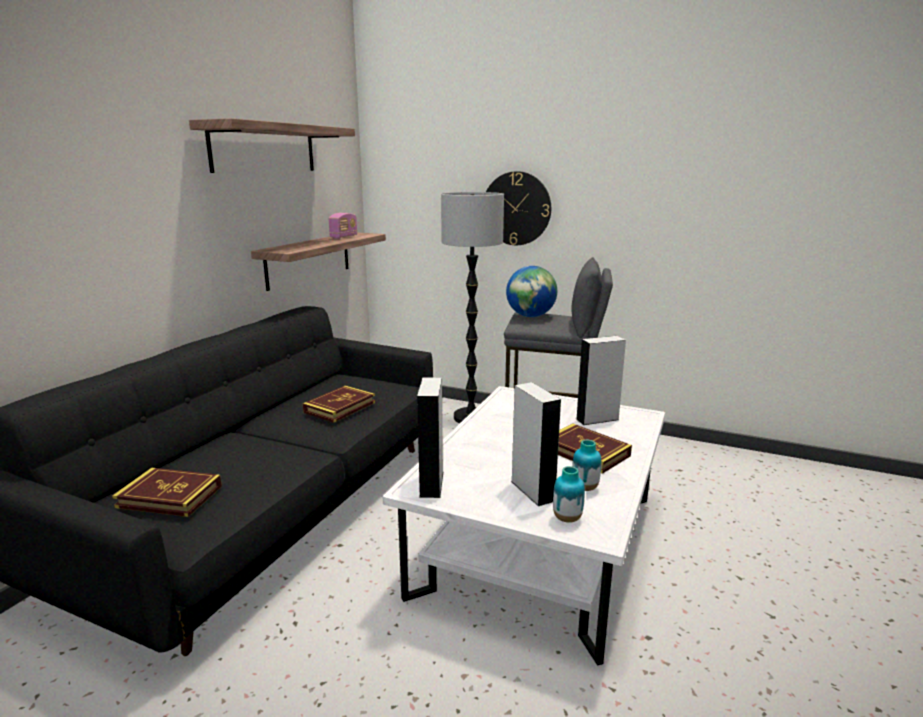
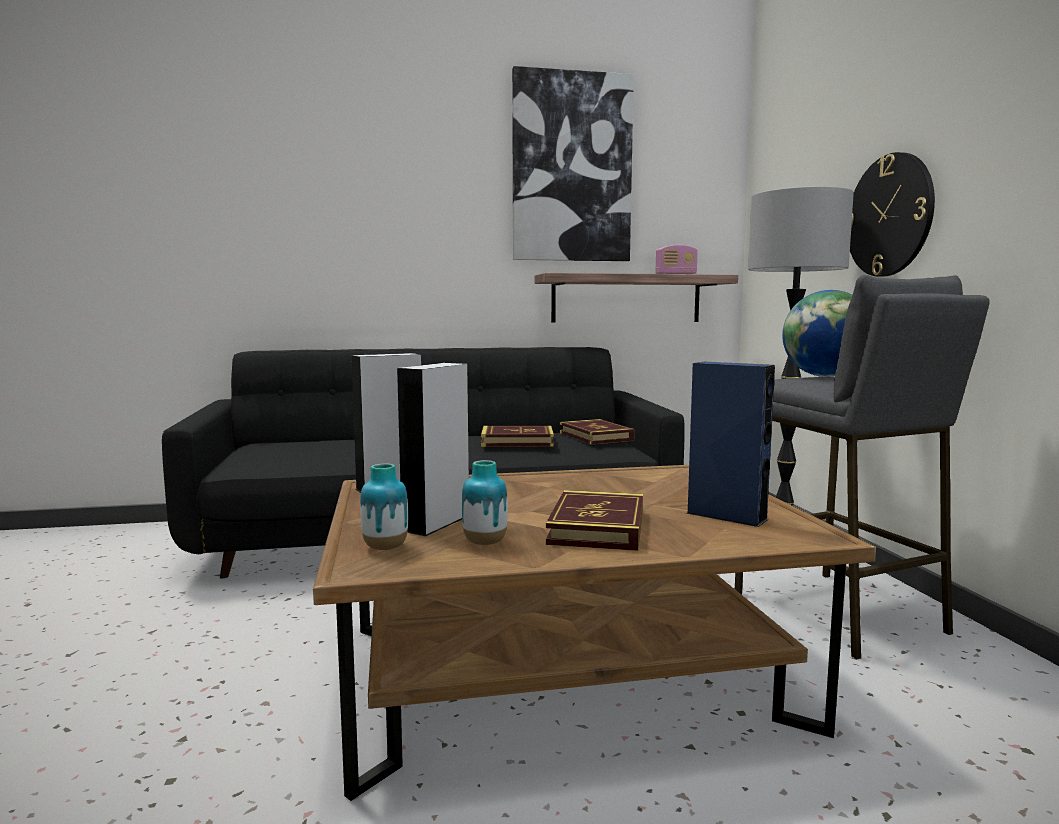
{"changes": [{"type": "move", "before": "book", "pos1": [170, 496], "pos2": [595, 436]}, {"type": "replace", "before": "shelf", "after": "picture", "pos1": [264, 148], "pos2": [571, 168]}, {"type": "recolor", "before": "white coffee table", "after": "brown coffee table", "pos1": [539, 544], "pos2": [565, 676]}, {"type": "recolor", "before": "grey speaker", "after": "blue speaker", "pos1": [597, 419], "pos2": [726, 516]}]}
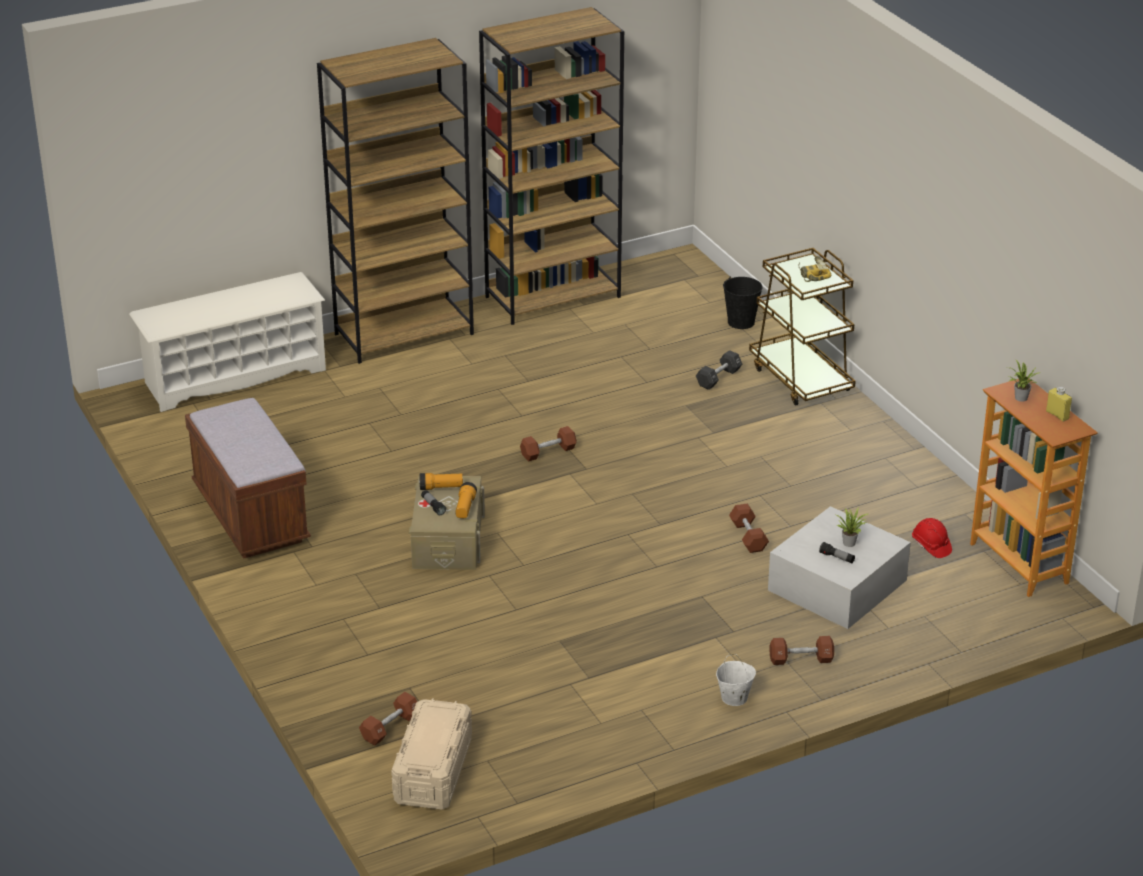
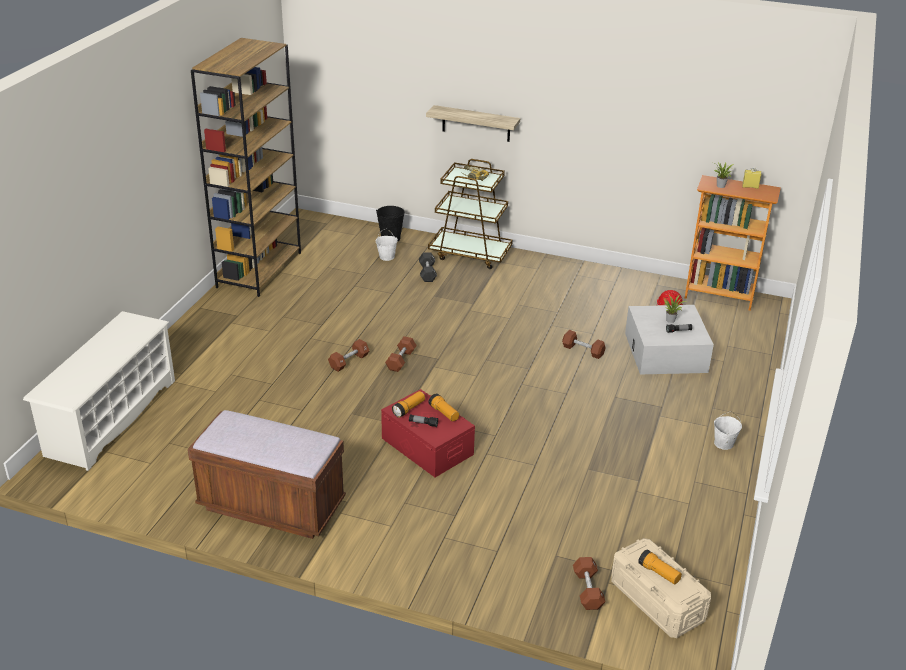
{"changes": [{"type": "delete", "before": "brown bookcase", "pos1": [404, 334]}, {"type": "insert", "after": "white bucket", "pos2": [387, 257]}, {"type": "insert", "after": "shelf", "pos2": [476, 123]}, {"type": "insert", "after": "flashlight", "pos2": [659, 573]}, {"type": "move", "before": "brown dumbbell", "pos1": [801, 659], "pos2": [349, 361]}, {"type": "recolor", "before": "beige storage box", "after": "red storage box", "pos1": [447, 540], "pos2": [427, 446]}]}
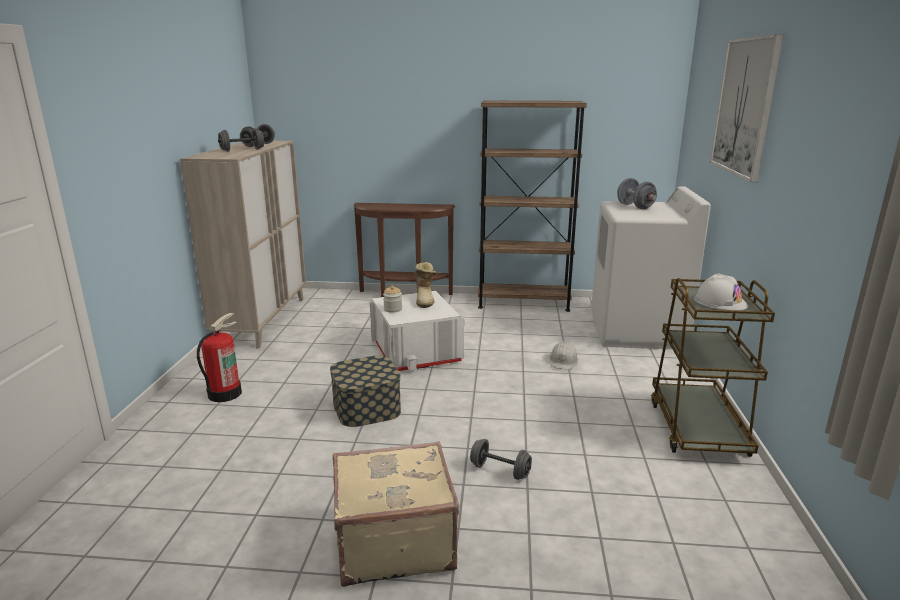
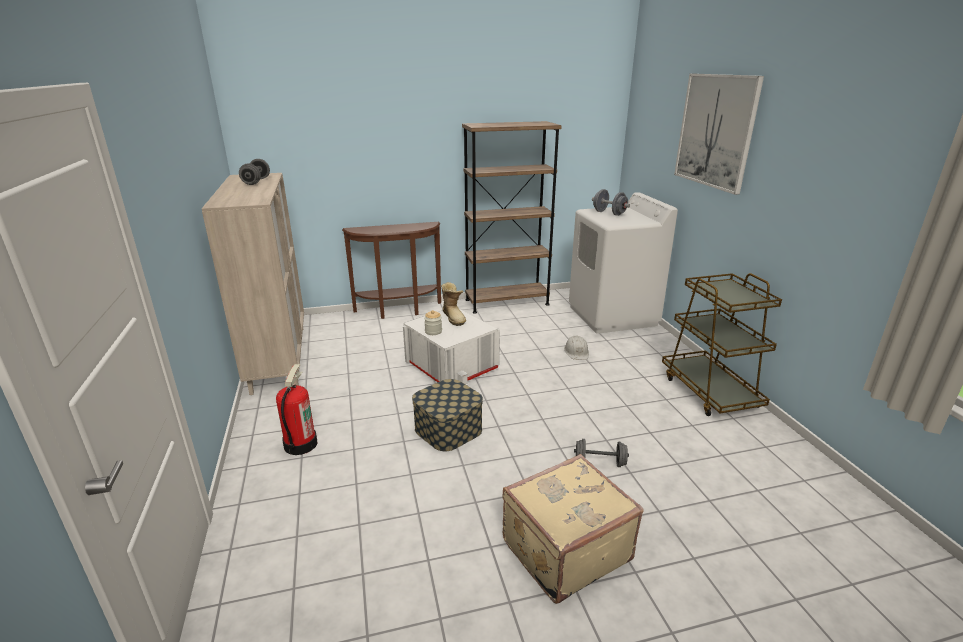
{"changes": [{"type": "delete", "before": "grey dumbbell", "pos1": [242, 150]}, {"type": "delete", "before": "white hard hat", "pos1": [720, 302]}]}
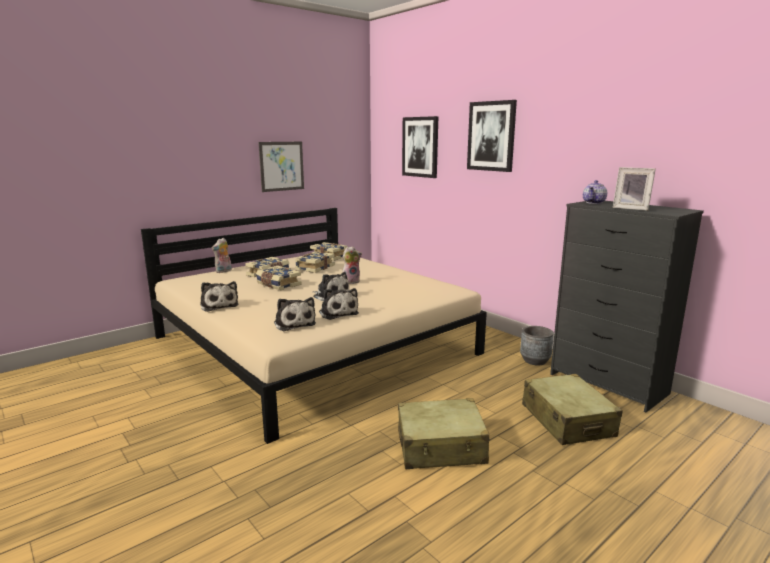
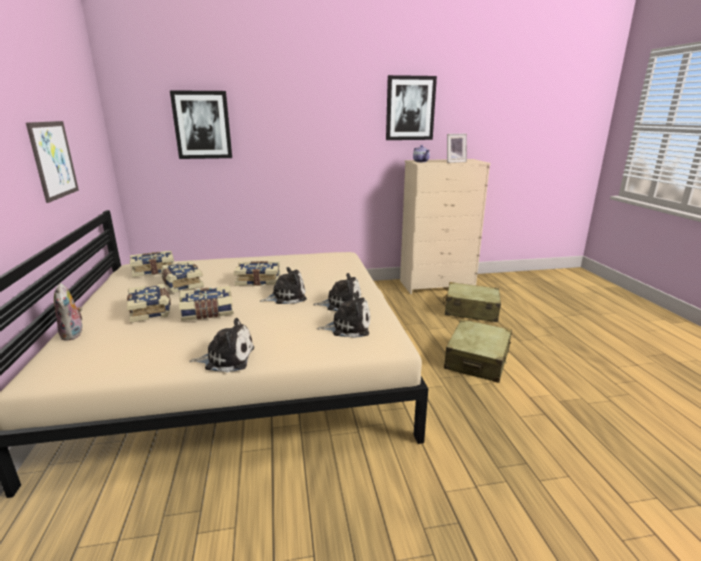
{"changes": [{"type": "delete", "before": "grey planter", "pos1": [535, 360]}, {"type": "move", "before": "picture", "pos1": [491, 136], "pos2": [410, 108]}, {"type": "replace", "before": "plush toy", "after": "book", "pos1": [351, 281], "pos2": [258, 280]}, {"type": "recolor", "before": "black dresser", "after": "beige dresser", "pos1": [609, 384], "pos2": [437, 285]}]}
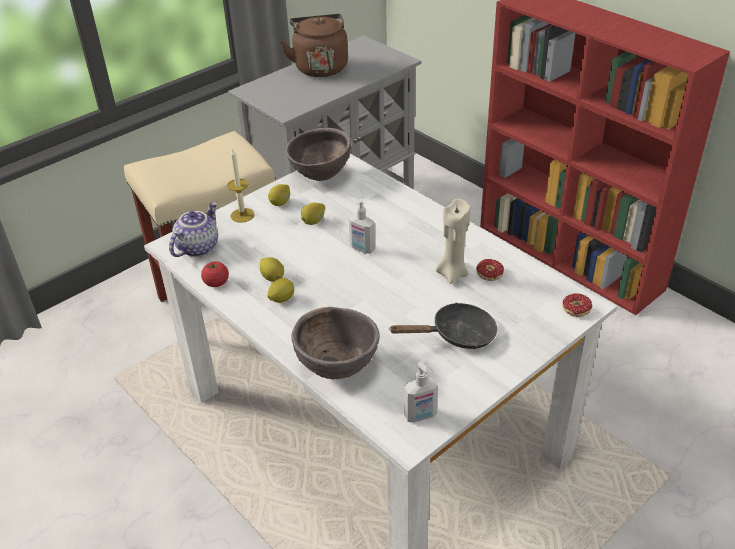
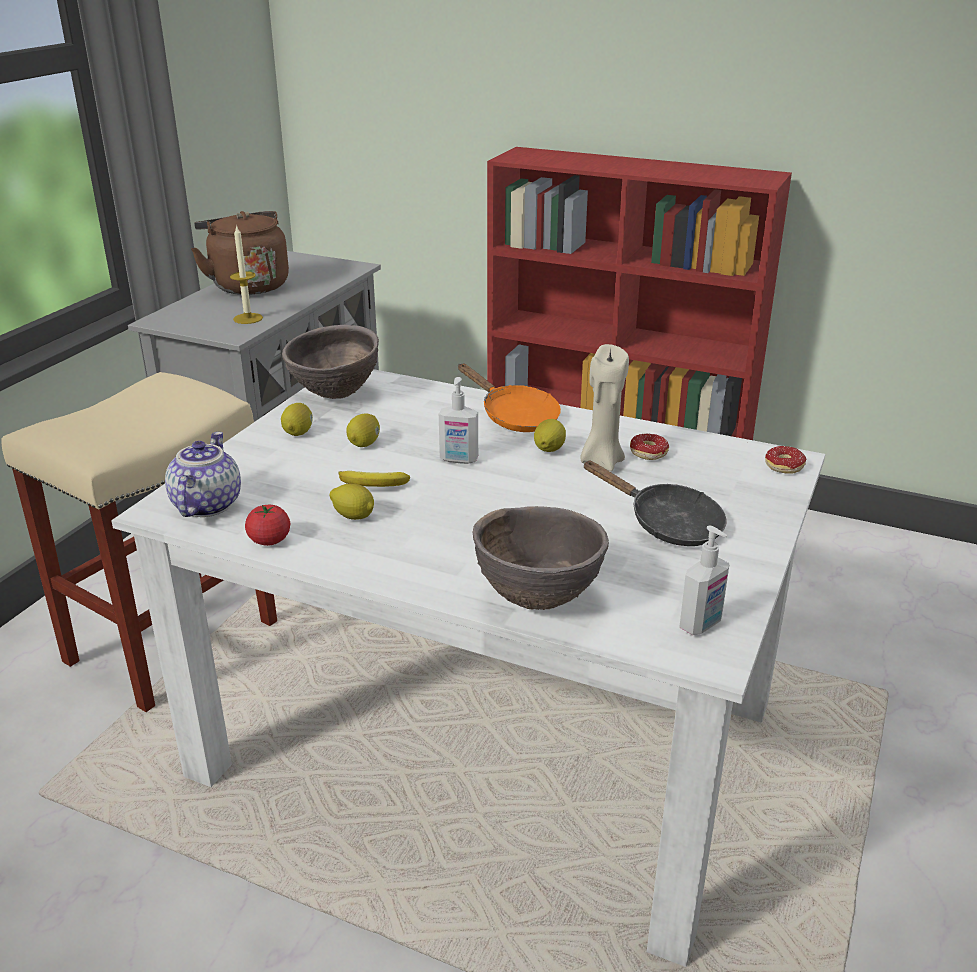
{"changes": [{"type": "insert", "after": "banana", "pos2": [372, 486]}, {"type": "insert", "after": "orange frying pan", "pos2": [514, 416]}, {"type": "move", "before": "candle", "pos1": [242, 215], "pos2": [248, 318]}, {"type": "move", "before": "lemon", "pos1": [281, 299], "pos2": [548, 450]}, {"type": "rotate", "before": "black frying pan", "pos1": [457, 335], "pos2": [666, 524], "turn": 75}]}
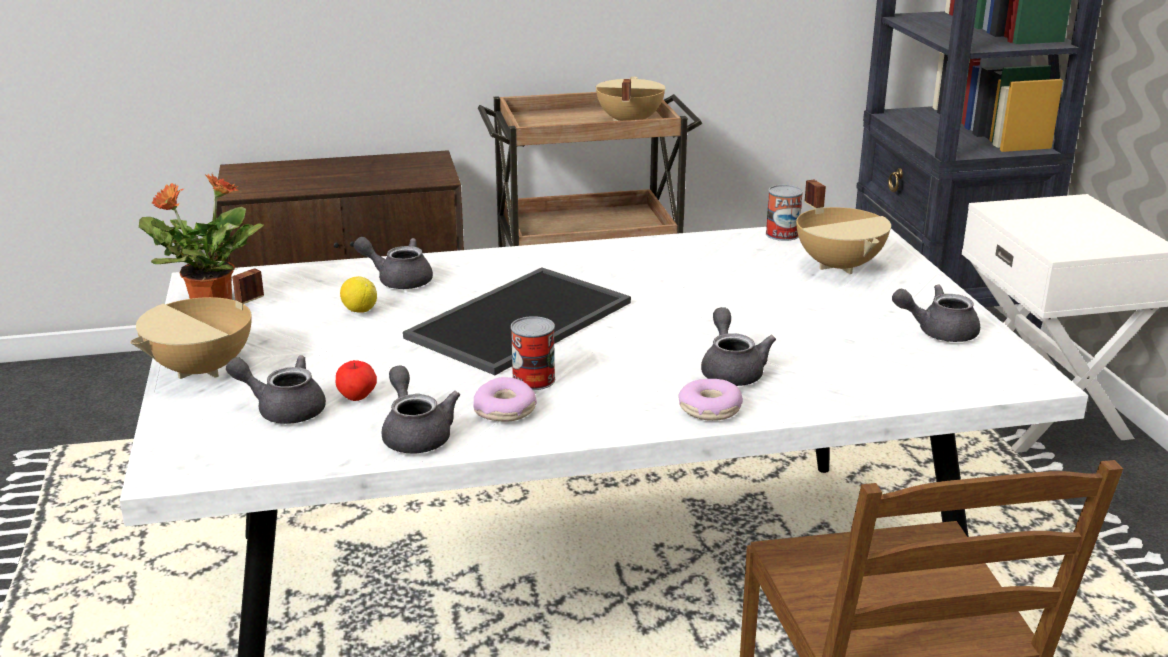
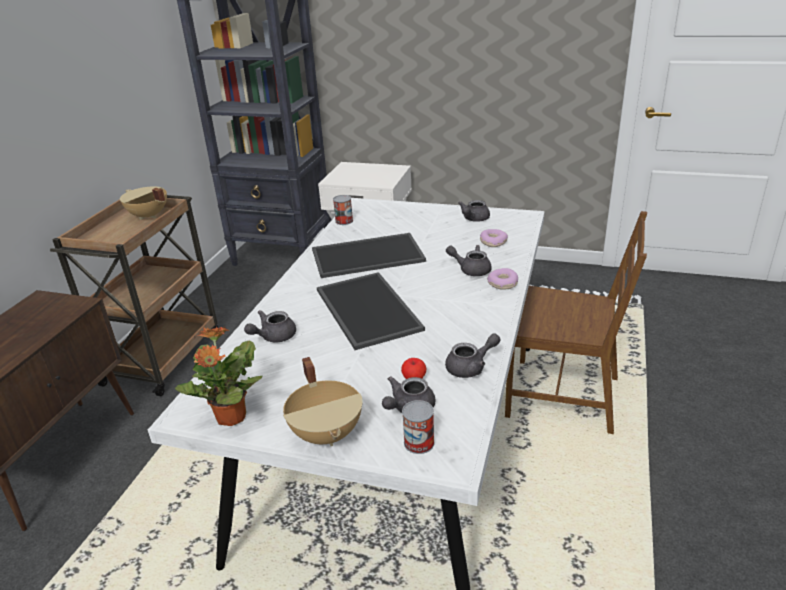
{"changes": [{"type": "delete", "before": "lemon", "pos1": [359, 310]}, {"type": "delete", "before": "beige cooking pot", "pos1": [840, 265]}, {"type": "insert", "after": "tray", "pos2": [368, 255]}, {"type": "move", "before": "donut", "pos1": [505, 410], "pos2": [493, 242]}, {"type": "move", "before": "can", "pos1": [533, 379], "pos2": [419, 443]}, {"type": "rotate", "before": "grey teapot", "pos1": [416, 434], "pos2": [471, 367], "turn": 150}]}
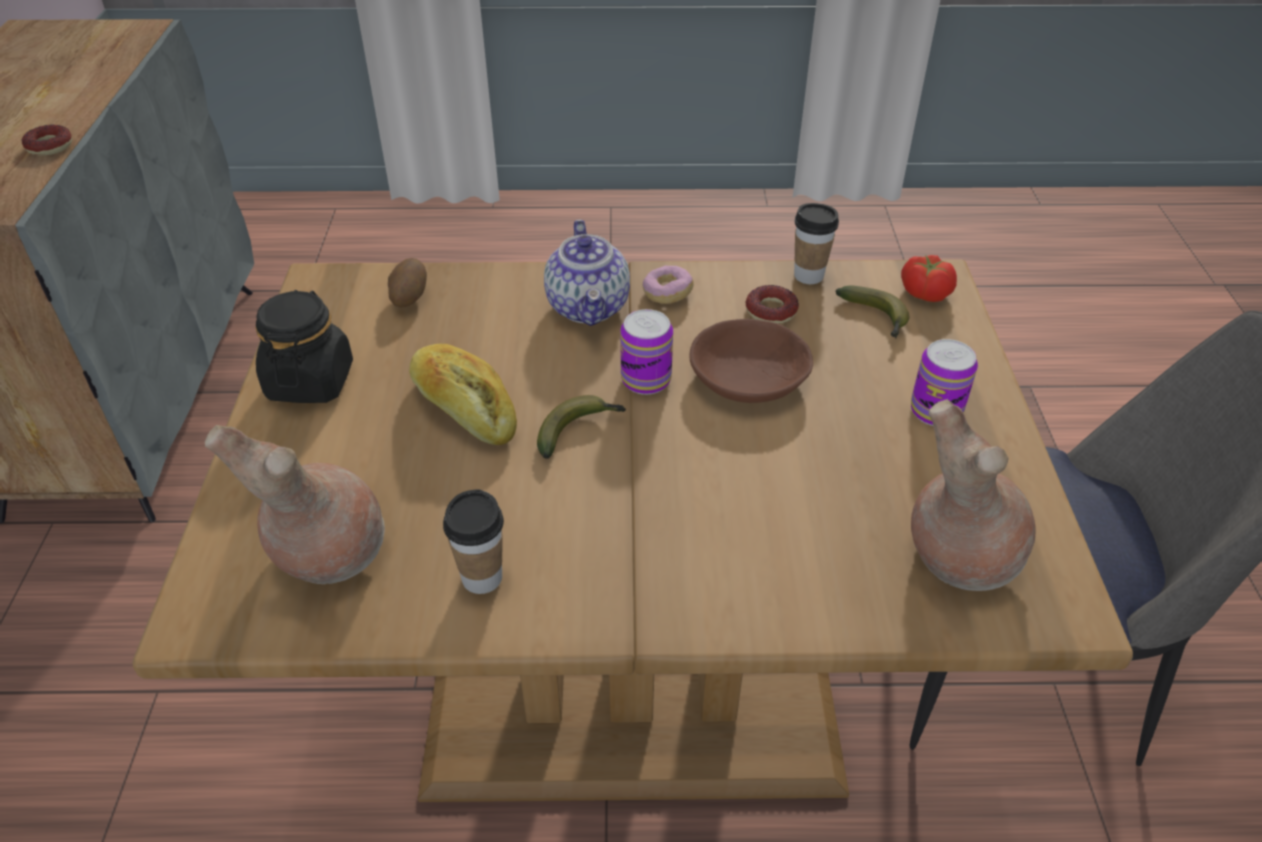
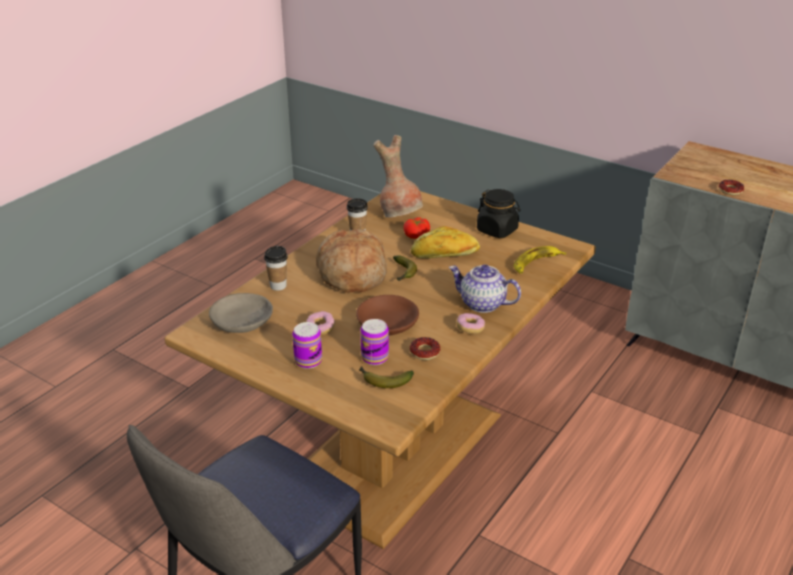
{"changes": [{"type": "insert", "after": "donut", "pos2": [320, 328]}, {"type": "insert", "after": "bread", "pos2": [351, 274]}, {"type": "move", "before": "can", "pos1": [646, 380], "pos2": [375, 357]}, {"type": "move", "before": "cup", "pos1": [808, 275], "pos2": [278, 286]}, {"type": "move", "before": "tomato", "pos1": [925, 292], "pos2": [417, 236]}, {"type": "replace", "before": "potato", "after": "banana", "pos1": [409, 298], "pos2": [536, 263]}, {"type": "replace", "before": "brown vase", "after": "grey bowl", "pos1": [956, 558], "pos2": [243, 322]}]}
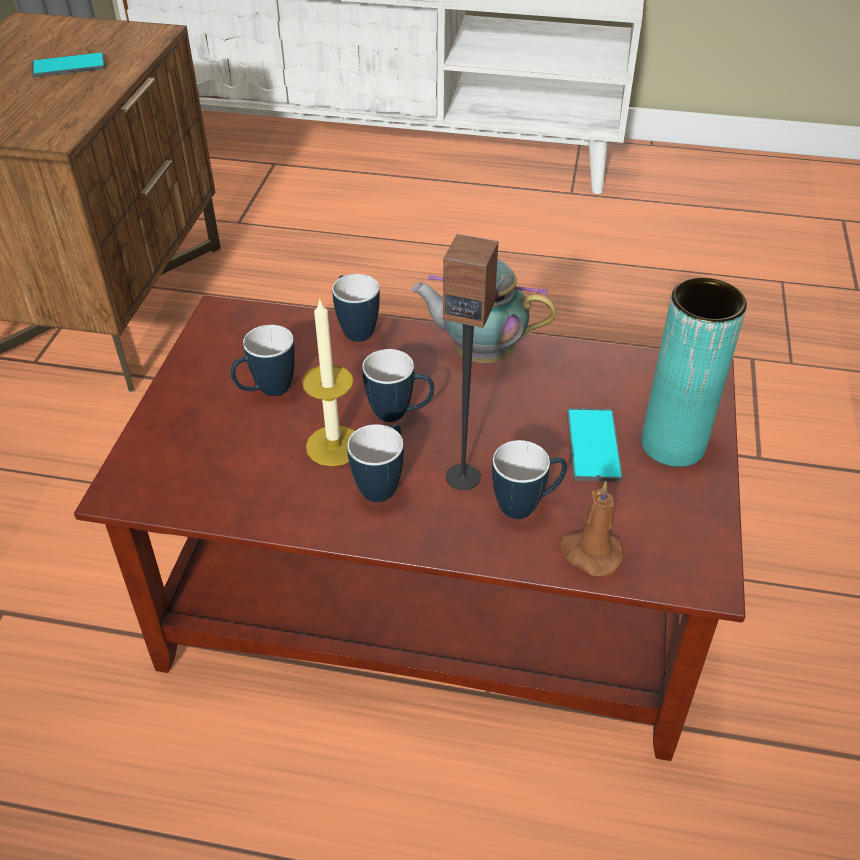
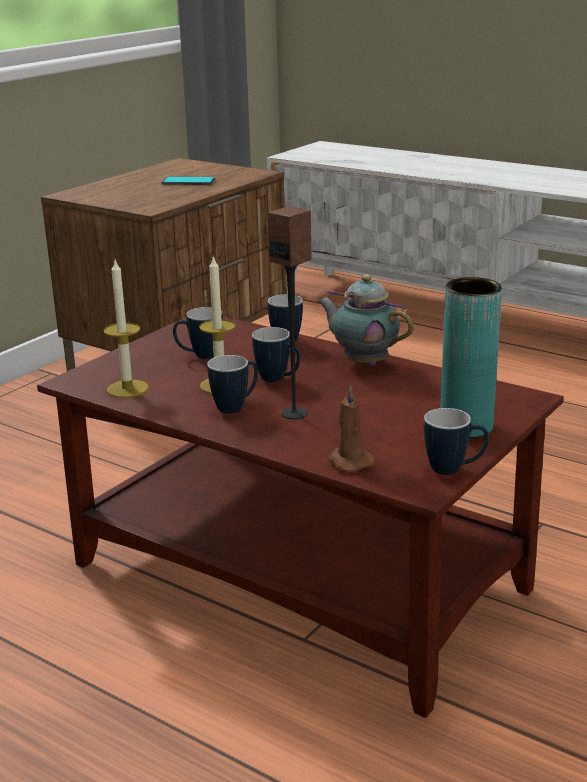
{"changes": [{"type": "delete", "before": "phone", "pos1": [593, 445]}, {"type": "insert", "after": "candle", "pos2": [127, 389]}, {"type": "move", "before": "mug", "pos1": [527, 505], "pos2": [454, 469]}]}
